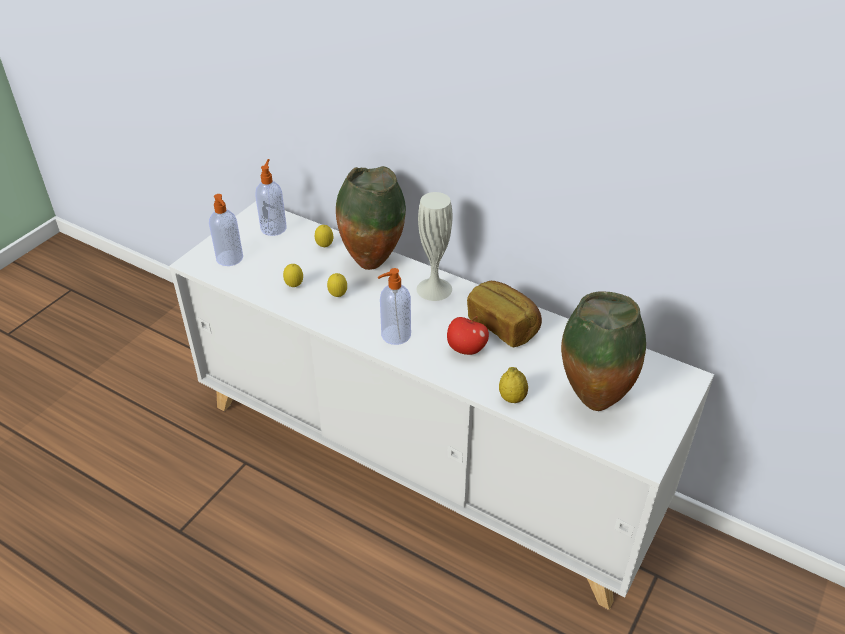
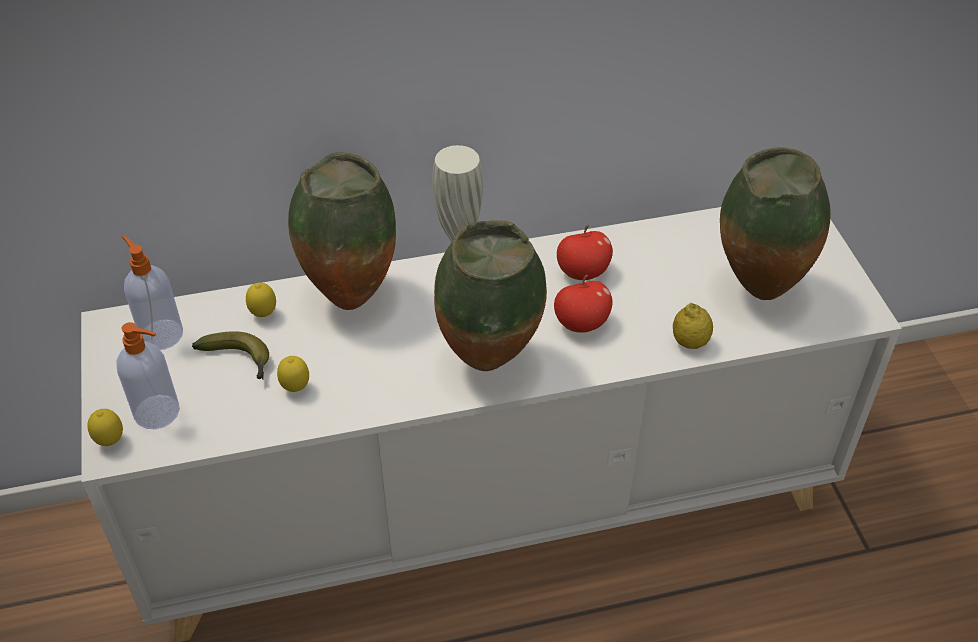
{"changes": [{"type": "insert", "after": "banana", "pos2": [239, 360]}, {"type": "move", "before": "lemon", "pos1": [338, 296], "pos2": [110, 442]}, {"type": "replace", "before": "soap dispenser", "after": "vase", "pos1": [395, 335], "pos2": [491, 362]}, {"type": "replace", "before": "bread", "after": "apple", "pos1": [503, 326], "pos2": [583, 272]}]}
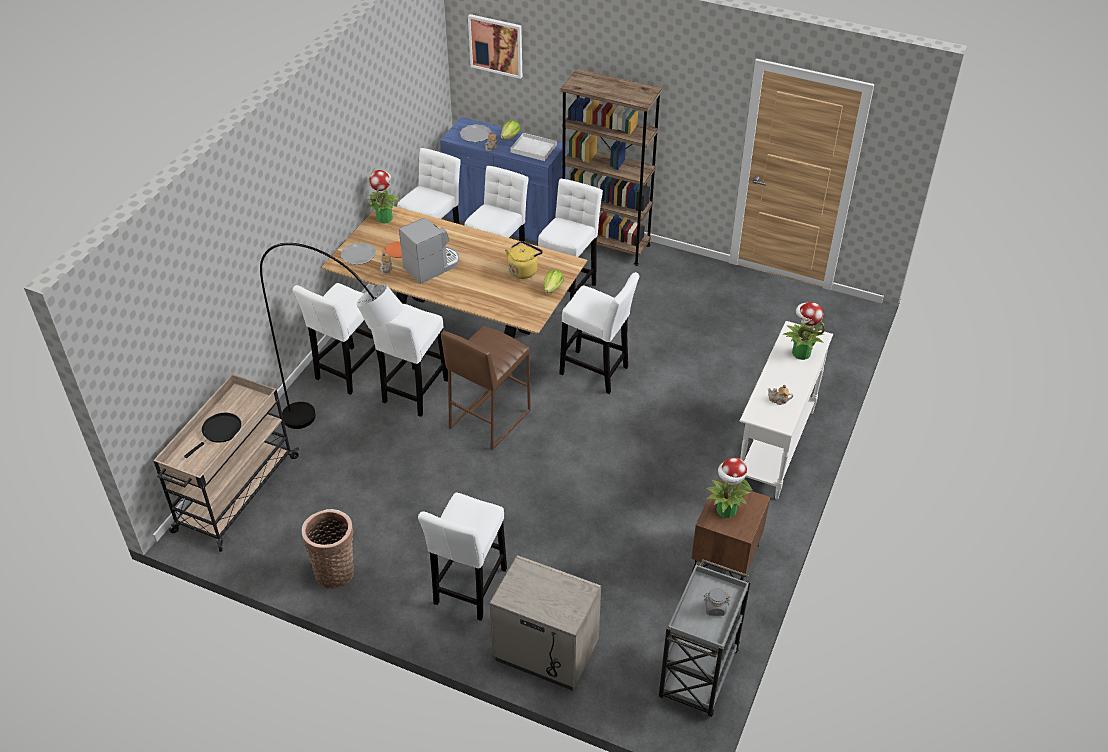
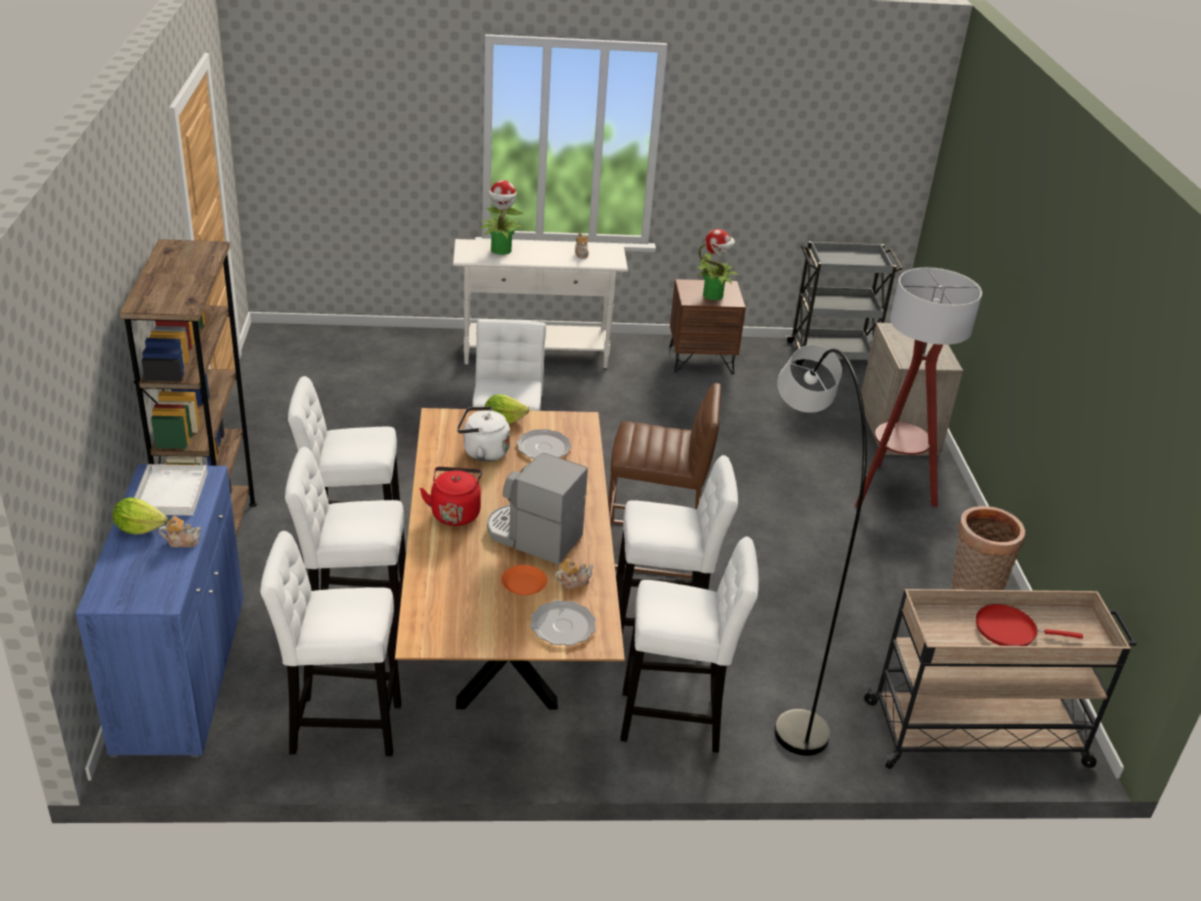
{"changes": [{"type": "delete", "before": "potted plant", "pos1": [384, 218]}, {"type": "delete", "before": "picture", "pos1": [496, 45]}, {"type": "delete", "before": "grey jar", "pos1": [715, 608]}, {"type": "insert", "after": "red kettle", "pos2": [455, 512]}, {"type": "move", "before": "plate", "pos1": [475, 135], "pos2": [544, 447]}, {"type": "replace", "before": "white stool", "after": "floor lamp", "pos1": [469, 590], "pos2": [889, 492]}, {"type": "recolor", "before": "black frying pan", "after": "red frying pan", "pos1": [219, 432], "pos2": [1010, 630]}, {"type": "recolor", "before": "yellow kettle", "after": "white kettle", "pos1": [523, 270], "pos2": [482, 452]}]}
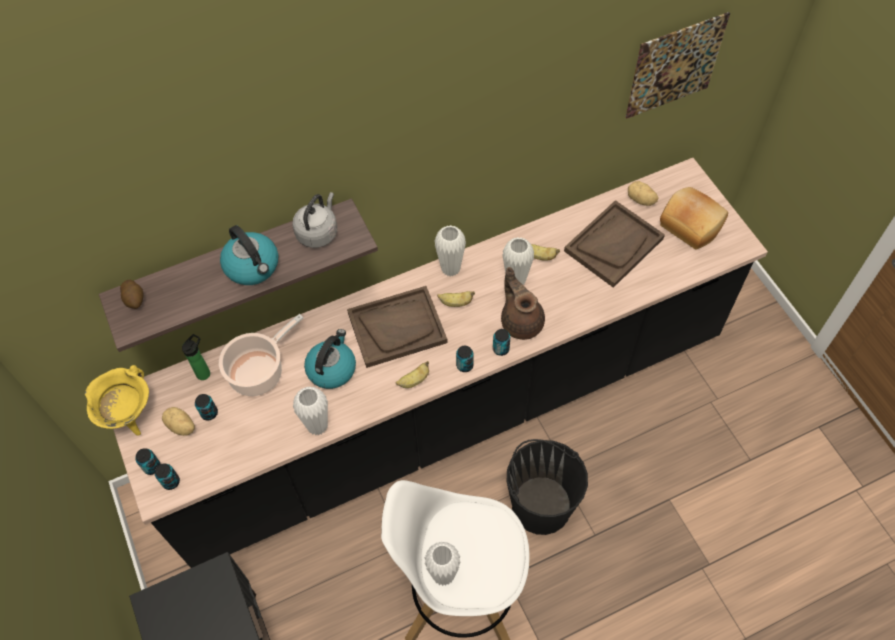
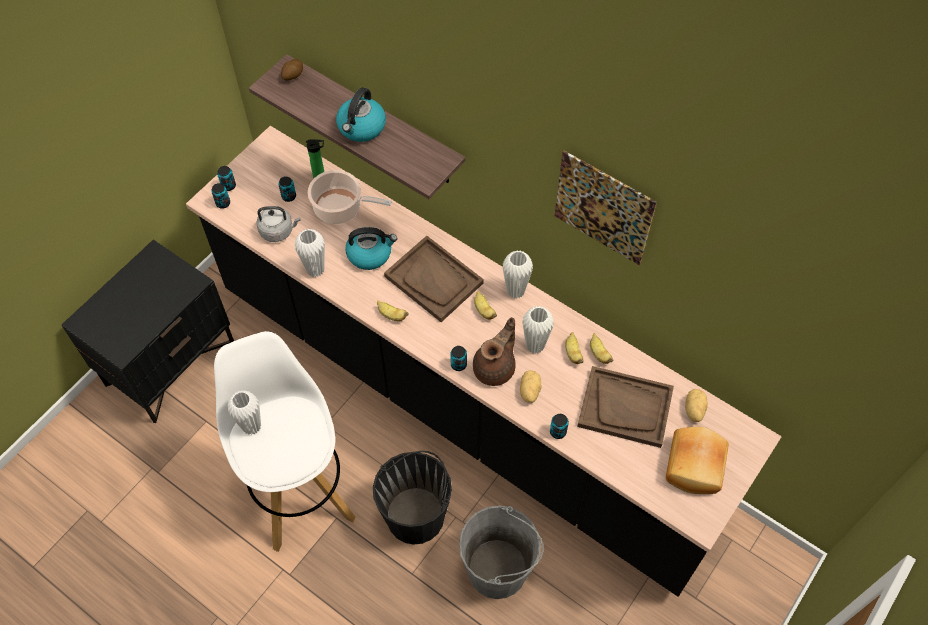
{"changes": [{"type": "delete", "before": "yellow cooking pot", "pos1": [129, 415]}, {"type": "insert", "after": "grey bucket", "pos2": [498, 569]}, {"type": "insert", "after": "banana", "pos2": [599, 353]}, {"type": "move", "before": "potato", "pos1": [181, 427], "pos2": [529, 391]}, {"type": "move", "before": "grey kettle", "pos1": [318, 232], "pos2": [278, 231]}, {"type": "move", "before": "can", "pos1": [464, 365], "pos2": [558, 432]}, {"type": "move", "before": "picture", "pos1": [675, 66], "pos2": [603, 208]}]}
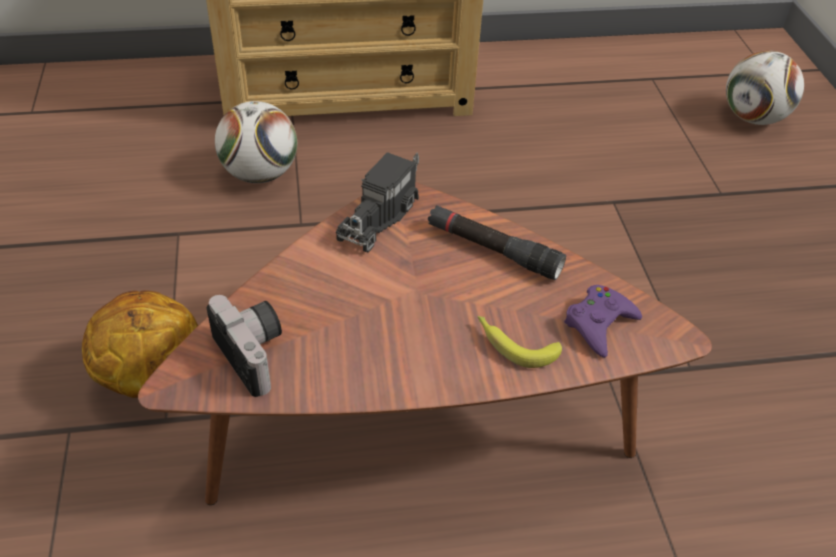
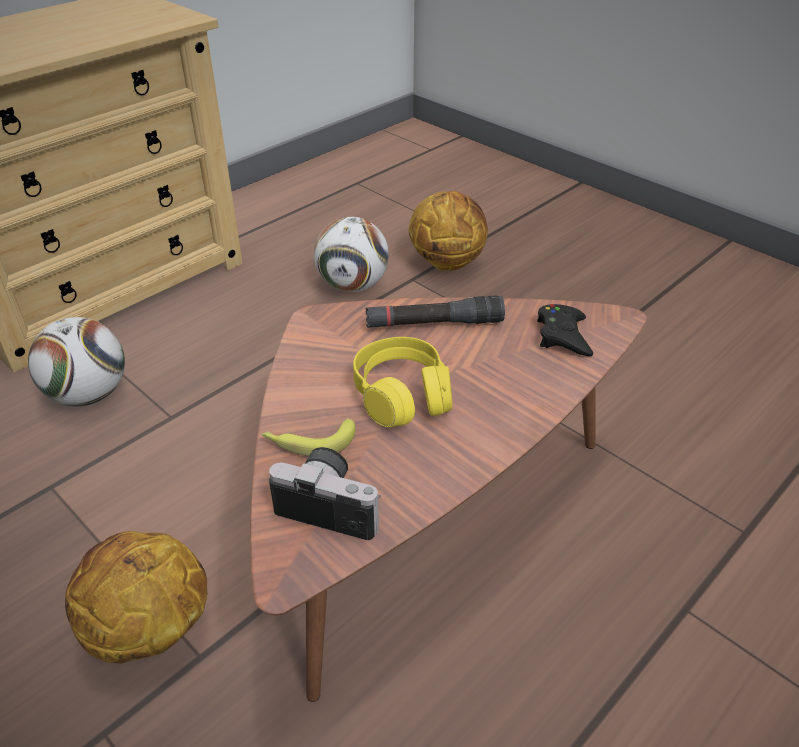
{"changes": [{"type": "delete", "before": "toy truck", "pos1": [379, 217]}, {"type": "insert", "after": "yellow headphones", "pos2": [402, 395]}, {"type": "insert", "after": "basketball", "pos2": [447, 262]}, {"type": "move", "before": "banana", "pos1": [514, 344], "pos2": [309, 442]}, {"type": "move", "before": "football", "pos1": [753, 118], "pos2": [353, 285]}, {"type": "recolor", "before": "purple game controller", "after": "black game controller", "pos1": [599, 324], "pos2": [563, 336]}]}
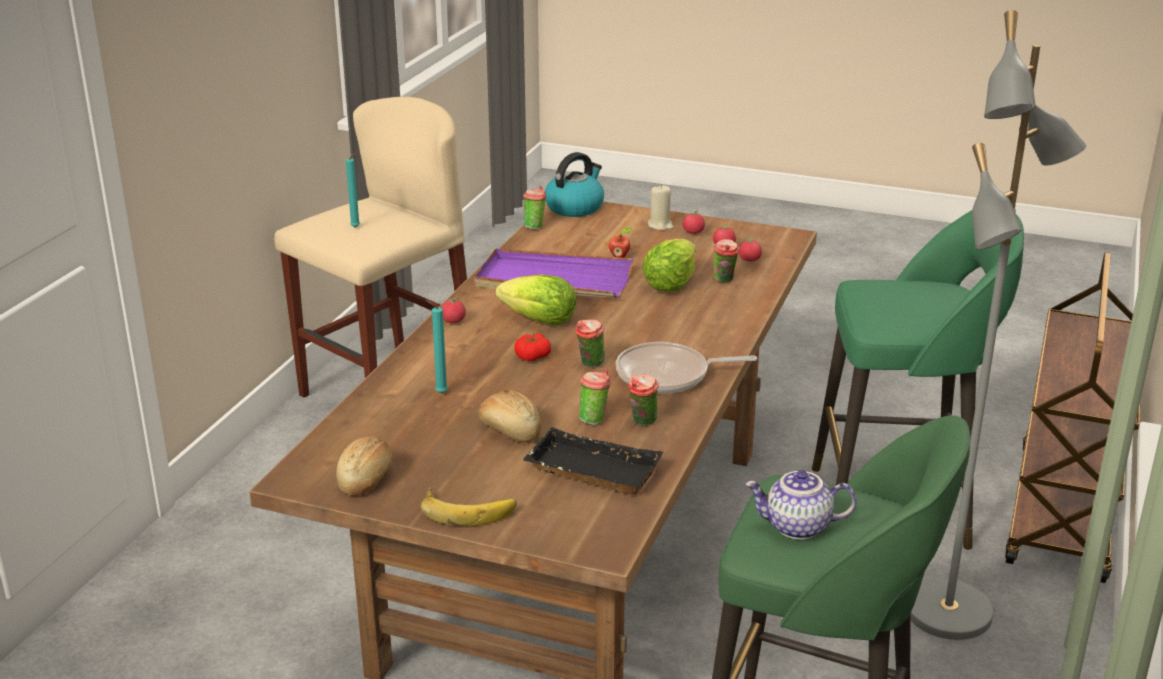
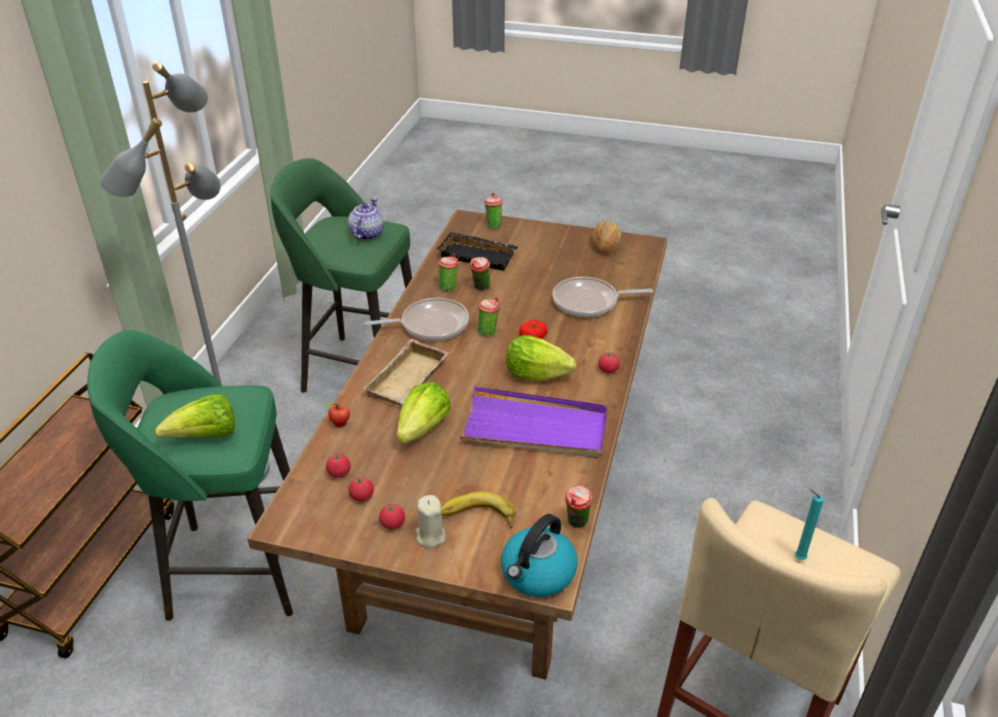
{"changes": [{"type": "delete", "before": "bread", "pos1": [510, 430]}, {"type": "insert", "after": "lettuce", "pos2": [206, 436]}, {"type": "insert", "after": "beige tray", "pos2": [409, 381]}, {"type": "move", "before": "banana", "pos1": [468, 509], "pos2": [477, 518]}, {"type": "move", "before": "apple", "pos1": [620, 257], "pos2": [339, 424]}, {"type": "move", "before": "cup", "pos1": [724, 280], "pos2": [493, 225]}, {"type": "replace", "before": "turquoise candle", "after": "frying pan", "pos1": [439, 393], "pos2": [589, 302]}, {"type": "rotate", "before": "teapot", "pos1": [797, 527], "pos2": [366, 234], "turn": -75}]}
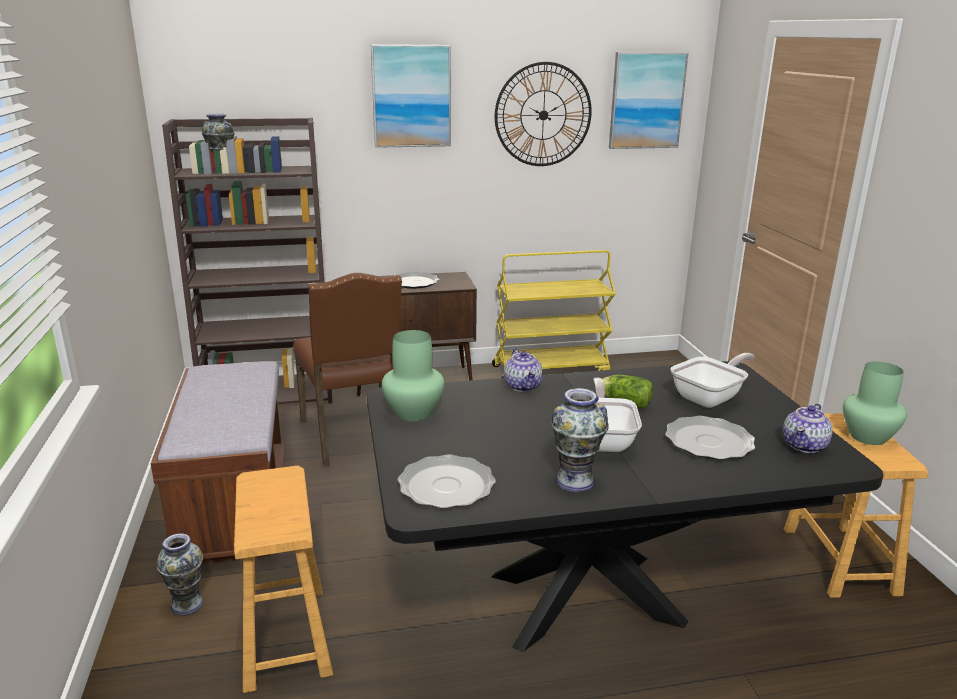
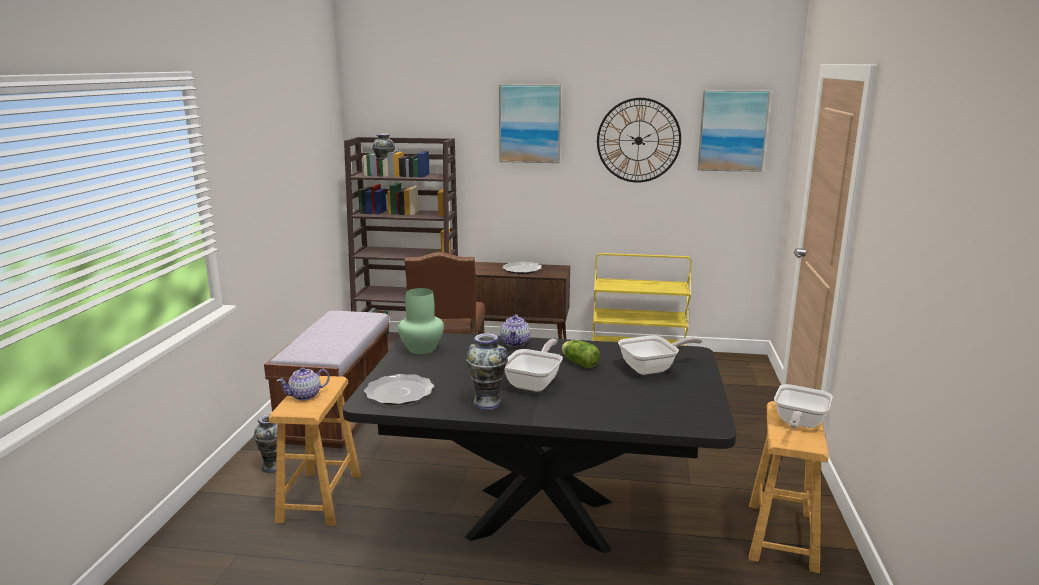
{"changes": [{"type": "delete", "before": "plate", "pos1": [709, 441]}, {"type": "move", "before": "teapot", "pos1": [805, 445], "pos2": [305, 396]}, {"type": "replace", "before": "green vase", "after": "frying pan", "pos1": [867, 437], "pos2": [798, 423]}]}
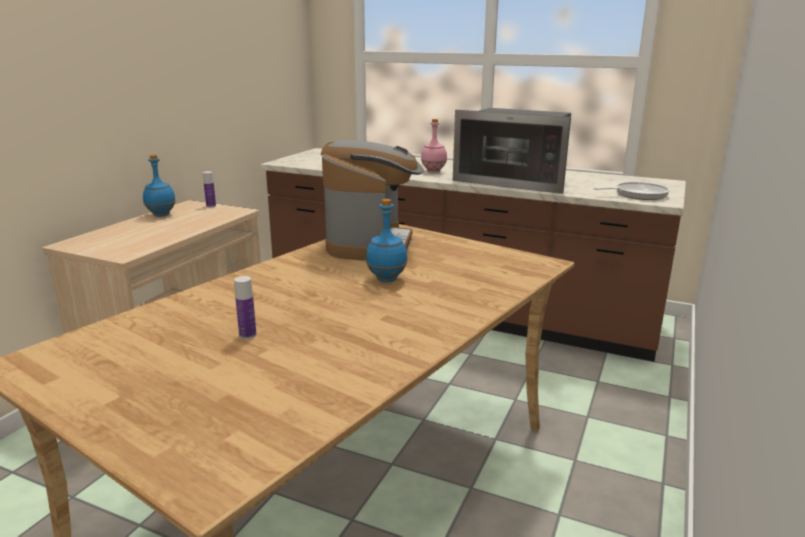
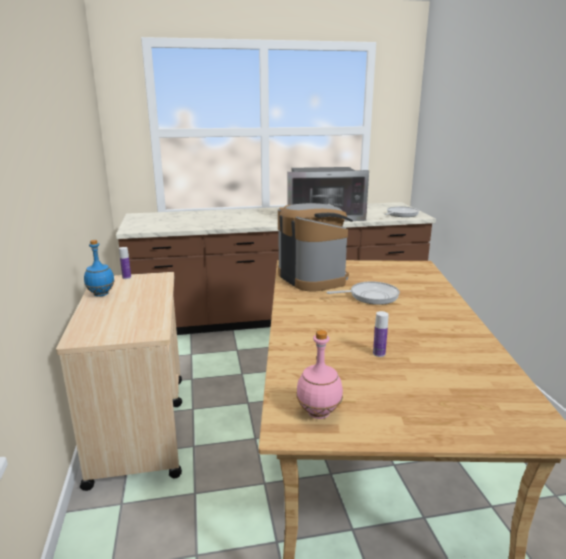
{"changes": [{"type": "move", "before": "pink bottle", "pos1": [433, 172], "pos2": [318, 413]}, {"type": "replace", "before": "blue bottle", "after": "frying pan", "pos1": [386, 279], "pos2": [370, 296]}]}
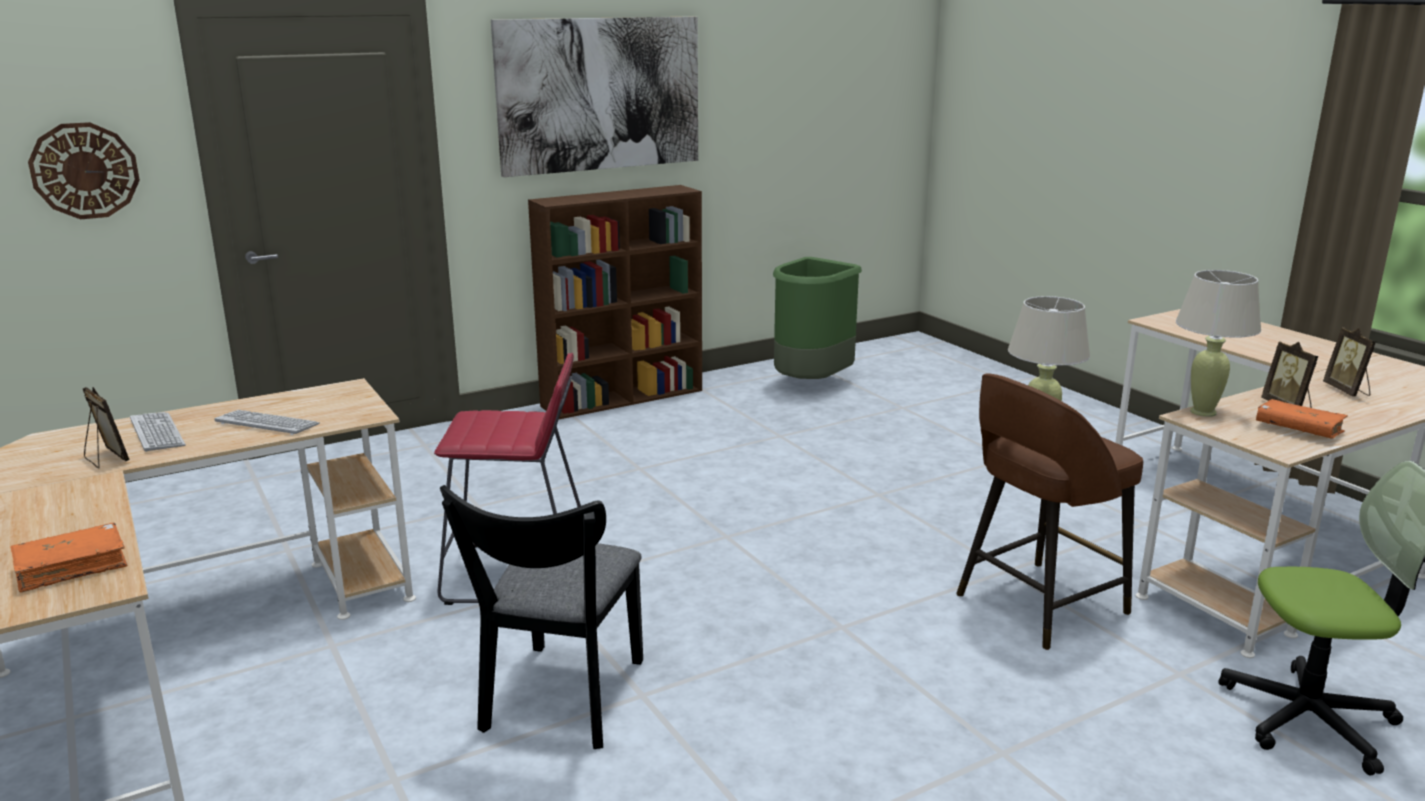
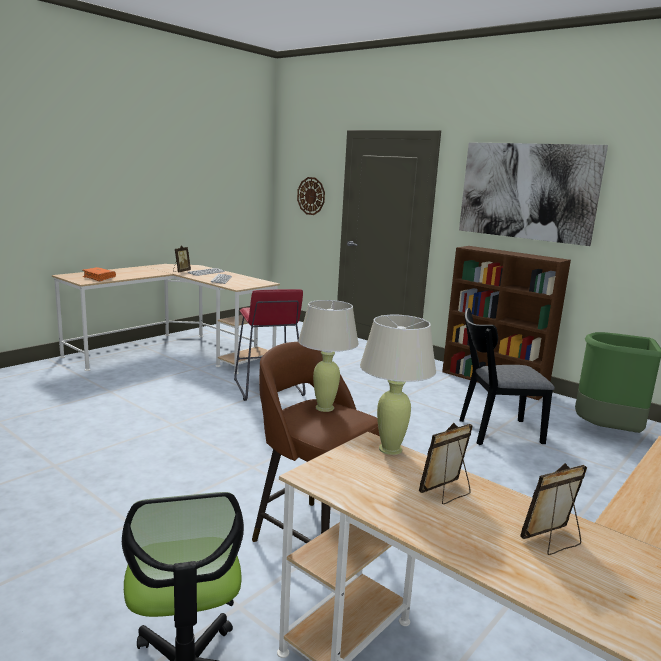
{"changes": [{"type": "delete", "before": "orange book", "pos1": [1298, 429]}, {"type": "move", "before": "black chair", "pos1": [560, 702], "pos2": [494, 431]}]}
